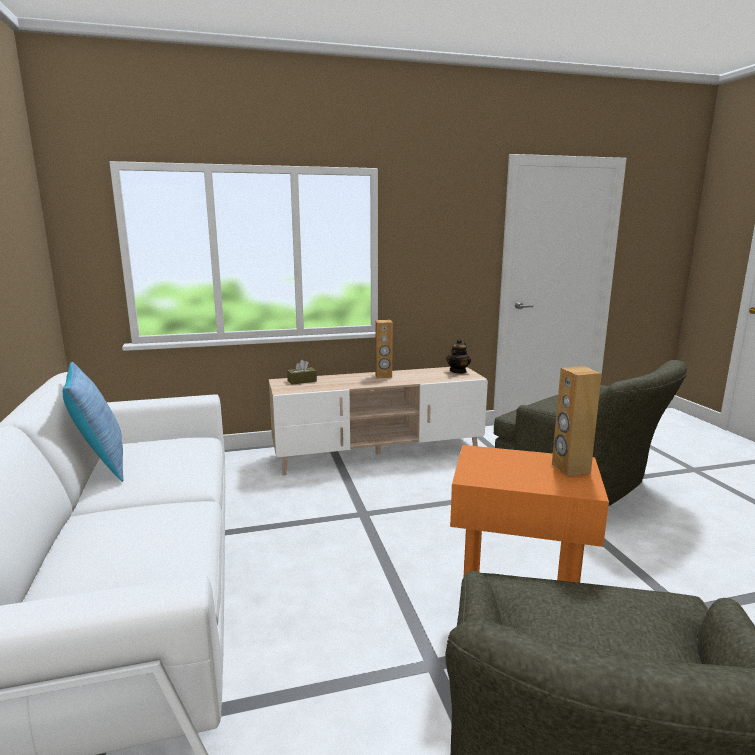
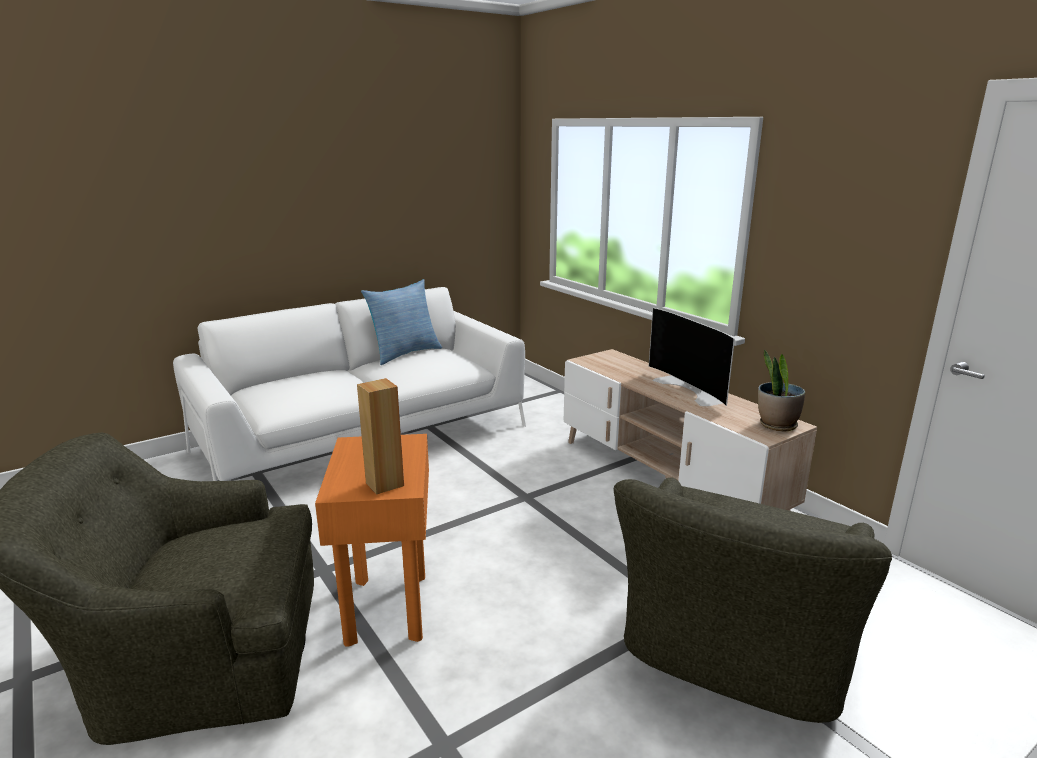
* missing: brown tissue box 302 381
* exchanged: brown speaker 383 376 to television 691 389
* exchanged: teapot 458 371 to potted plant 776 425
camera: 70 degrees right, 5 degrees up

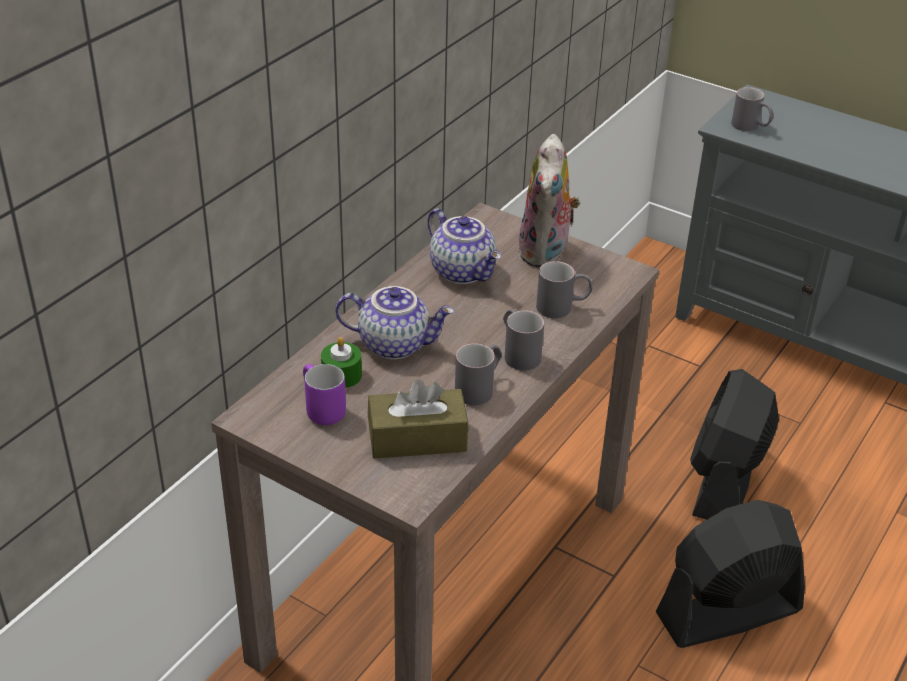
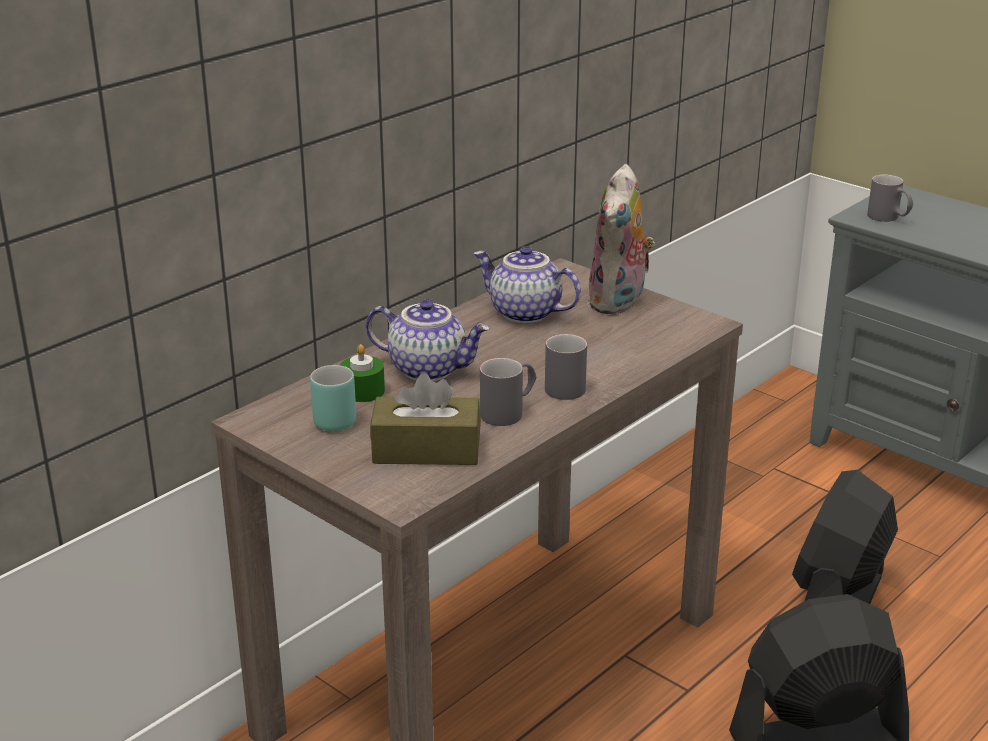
* missing: grey mug 563 307
* colour: purple mug 319 410 to turquoise mug 328 418
* spun: teapot 464 271 = 523 313 150 degrees clockwise
camera: 10 degrees right, 10 degrees down

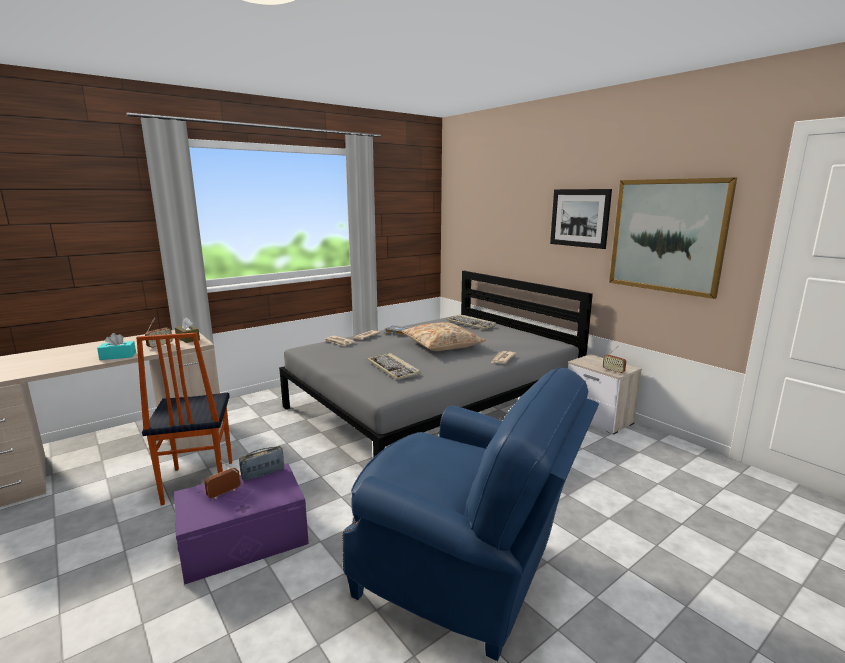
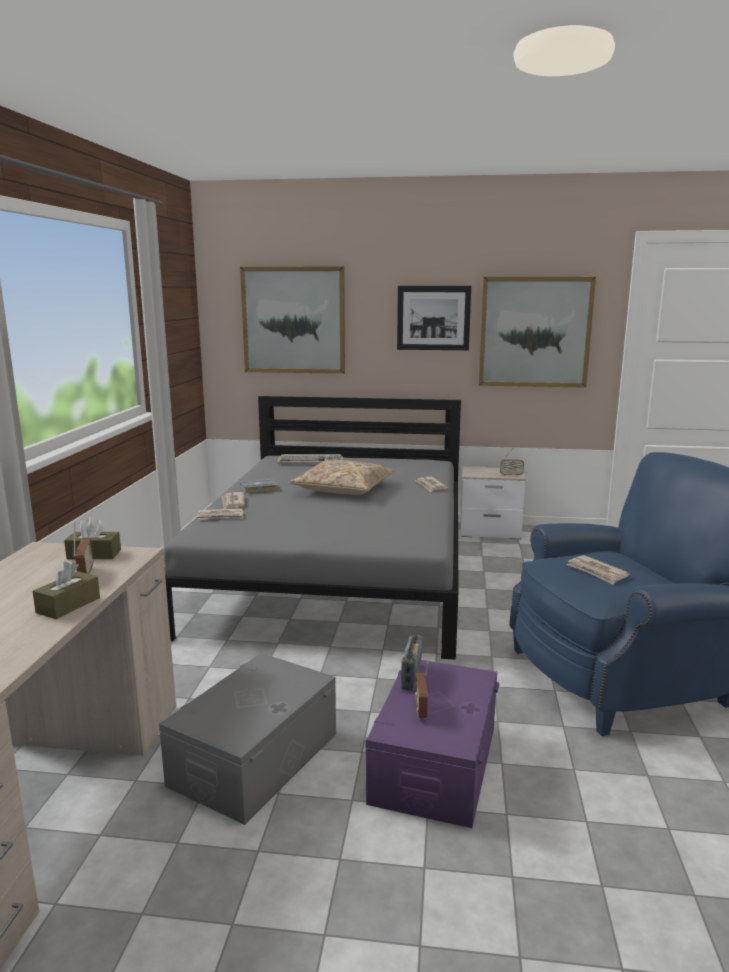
* missing: keyboard 393 368
* appeared: picture 293 320
* appeared: newspaper 597 572
* exchanged: chair 197 482 to grey storage box 255 759
* colour: turquoise tissue box 118 356 to brown tissue box 68 605
camera: 45 degrees left, 0 degrees up

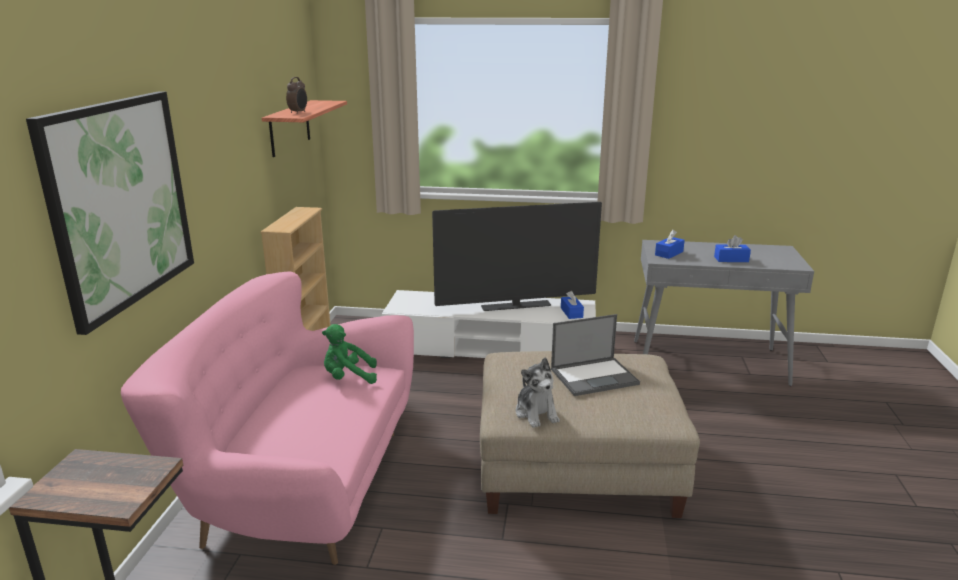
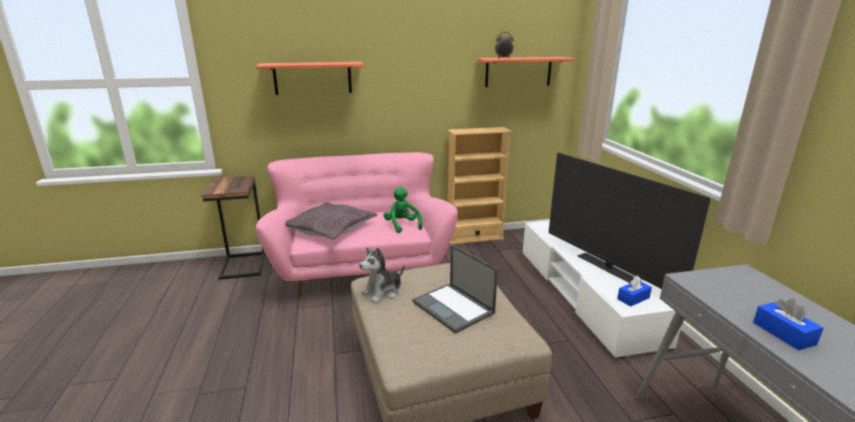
* missing: blue tissue box 669 253
* appeared: grey pillow 330 229
* exchanged: picture 120 203 to shelf 312 78
camera: 70 degrees right, 0 degrees up

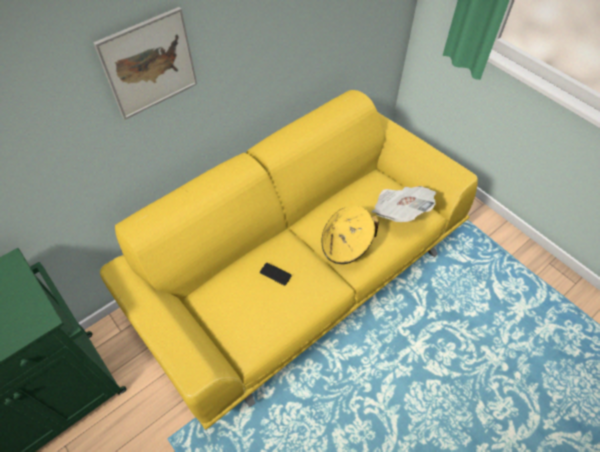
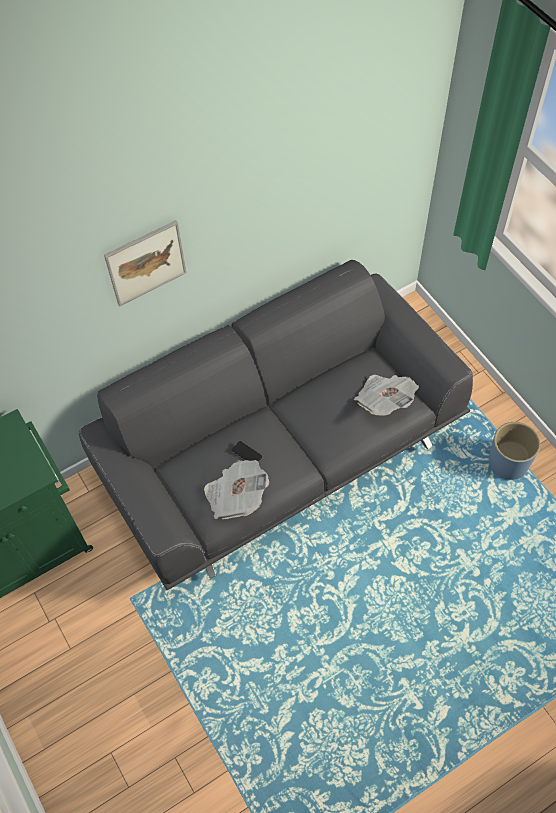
* missing: yellow hat 346 245
* appeared: newspaper 236 496
* appeared: blue planter 508 462
* colour: yellow sofa 300 273 to grey sofa 280 451
camera: 10 degrees right, 5 degrees up

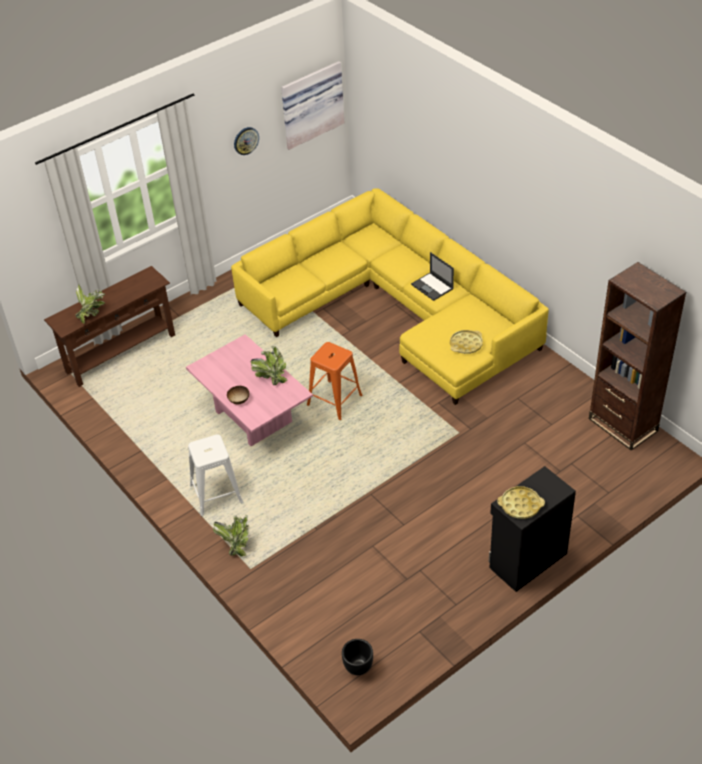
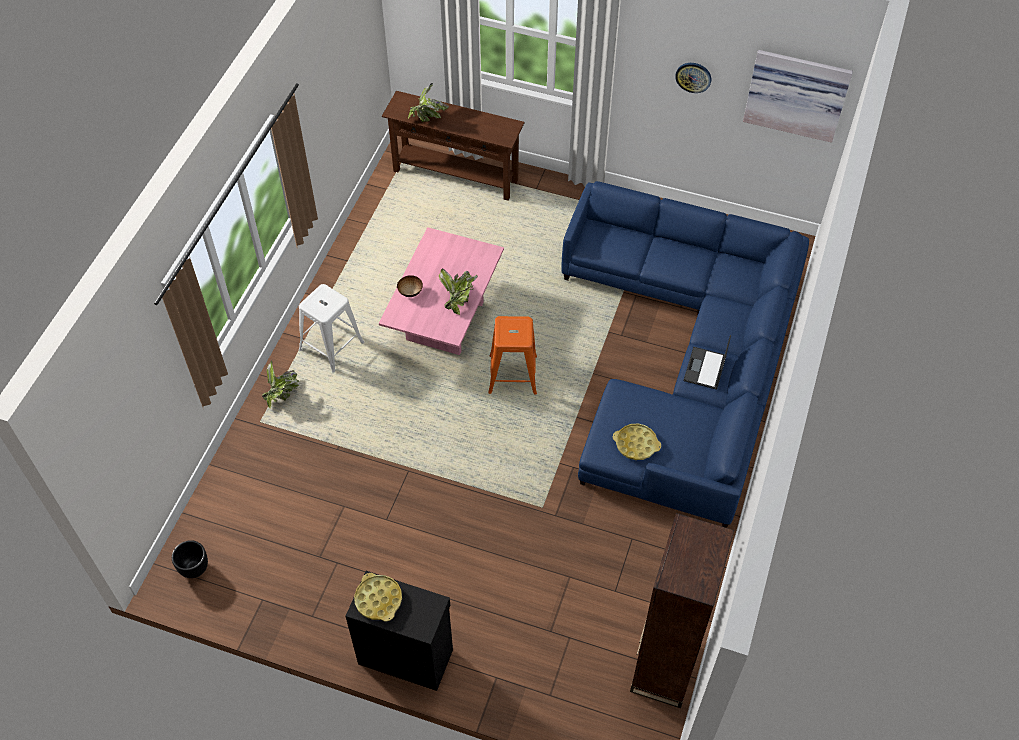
* colour: yellow sofa 397 308 to blue sofa 685 359
camera: 55 degrees right, 10 degrees up

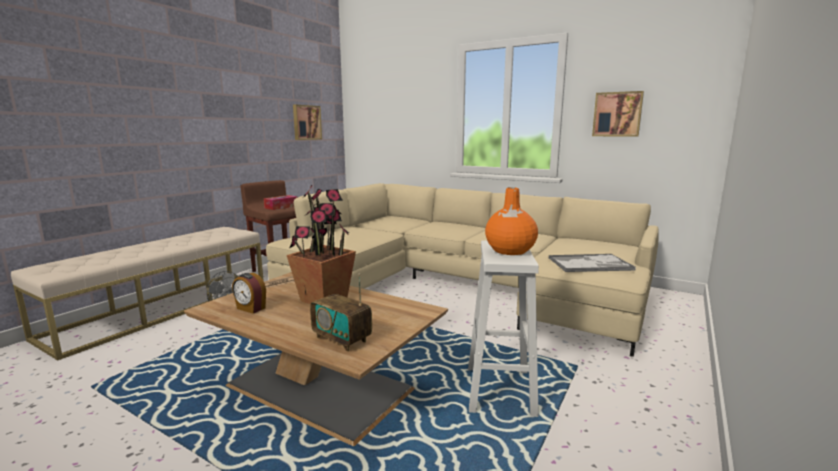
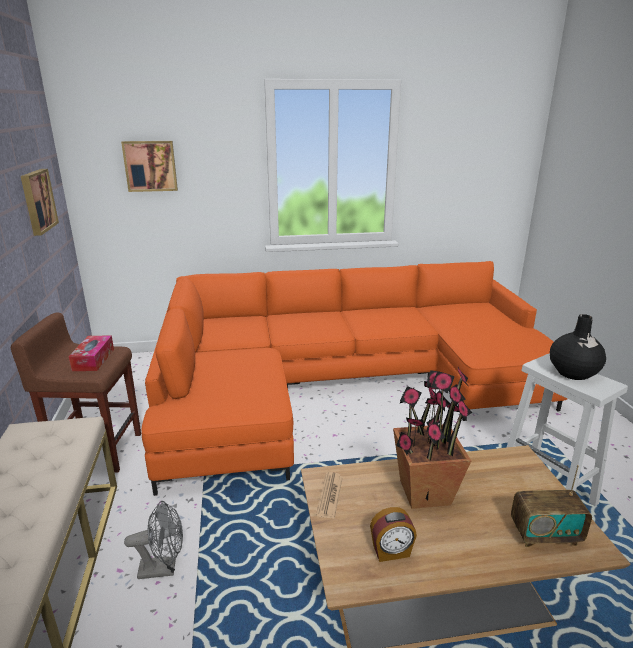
* missing: tray 590 264
* relocated: picture 617 114 to 150 166
* colour: beige sofa 458 285 to orange sofa 341 386
* colour: orange vase 509 251 to black vase 573 373
camera: 40 degrees left, 10 degrees up

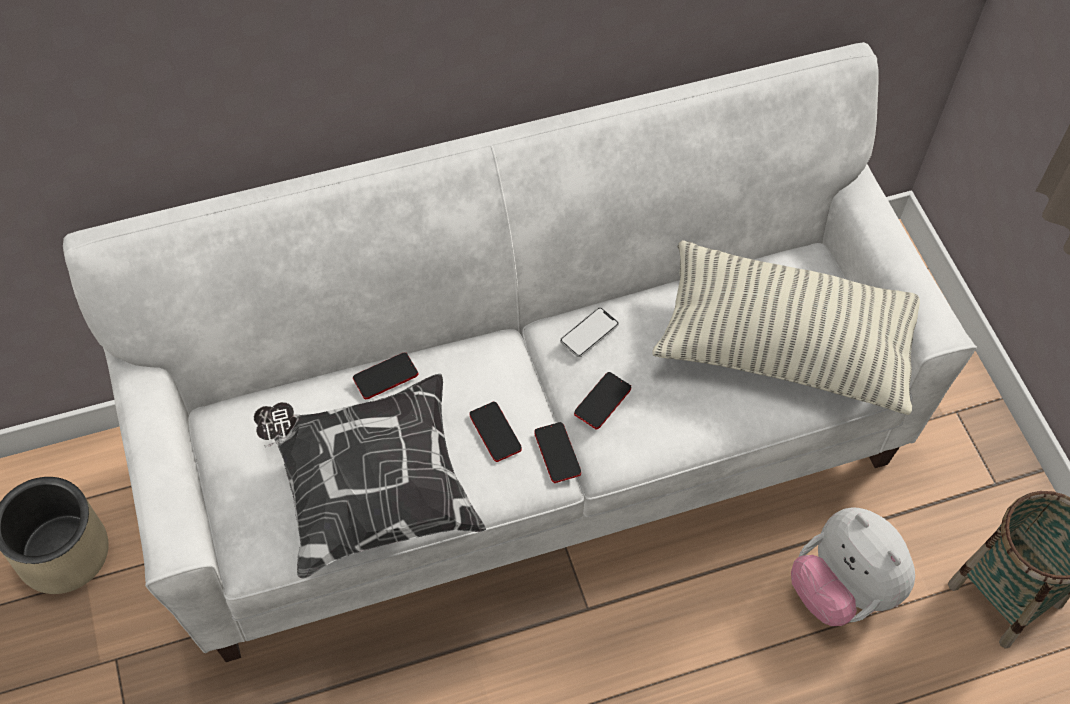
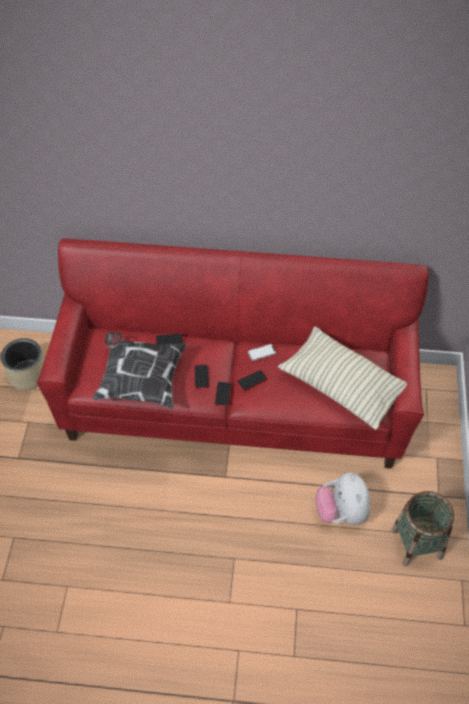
* colour: white sofa 530 450 to red sofa 234 404
camera: 25 degrees right, 5 degrees down

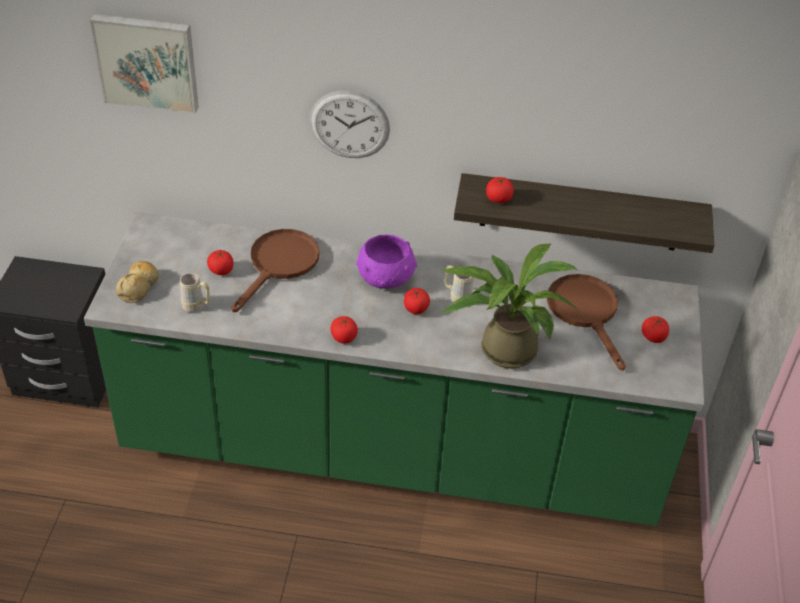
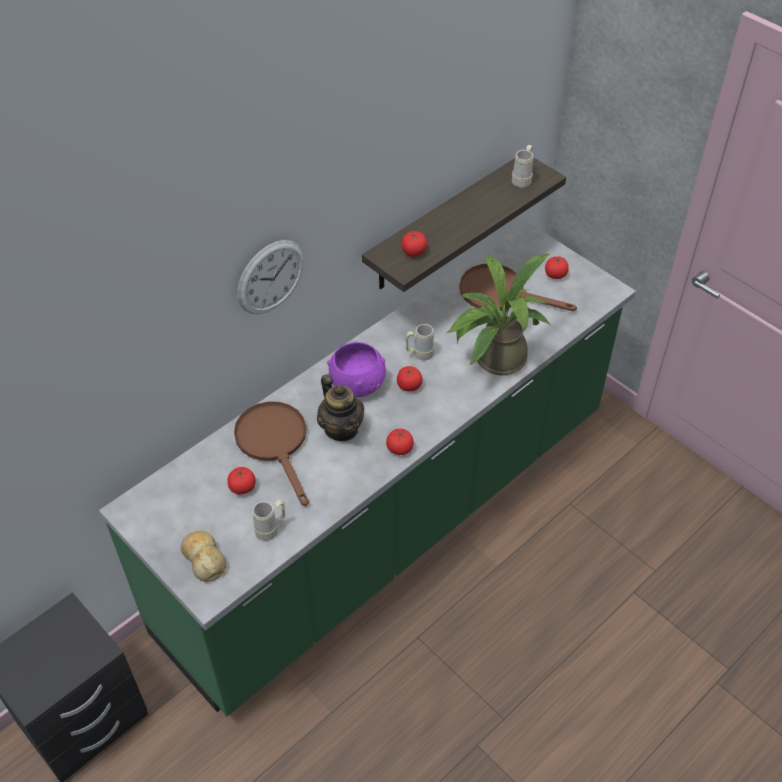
* missing: picture 147 61
* appeared: teapot 341 429
* appeared: beige mug 523 179
camera: 50 degrees left, 5 degrees up

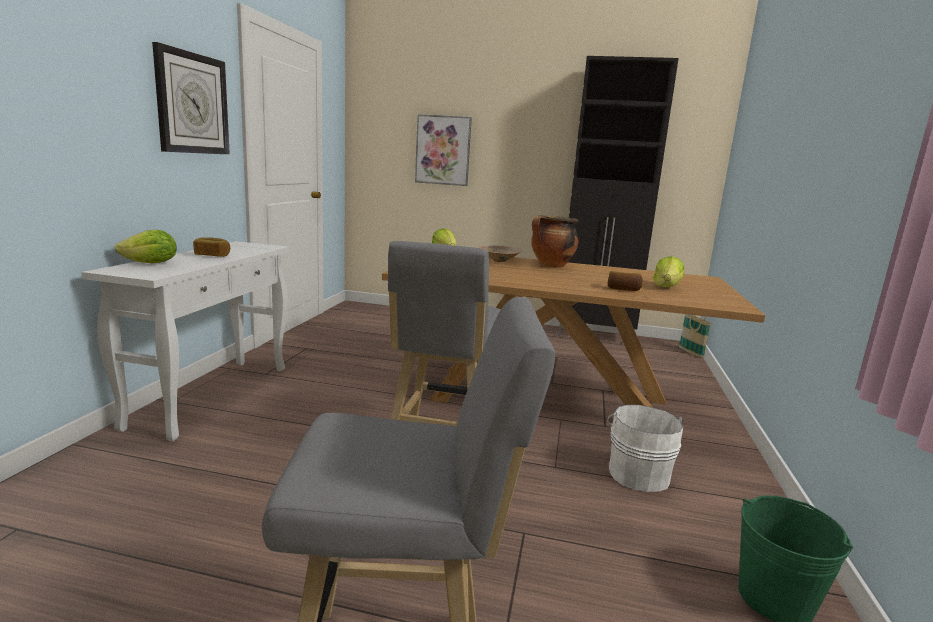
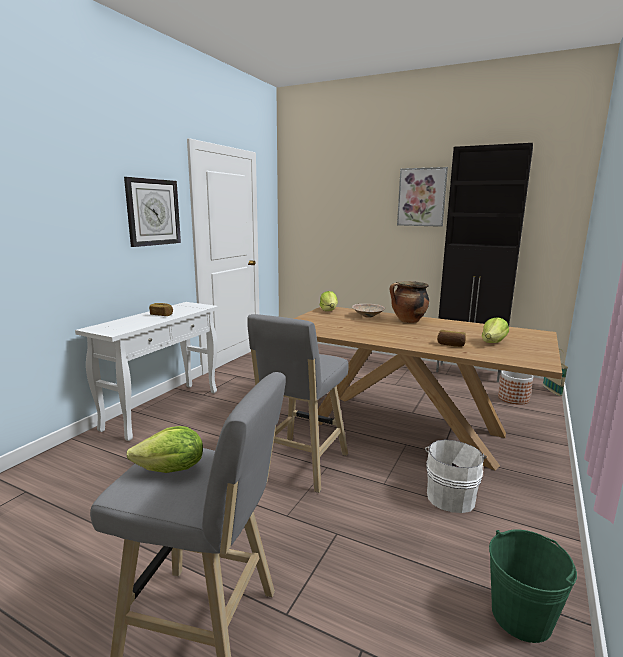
* appeared: planter 513 398
* relocated: lettuce 151 263 to 171 470
* relocated: picture 443 150 to 421 197
camera: 15 degrees right, 0 degrees up

